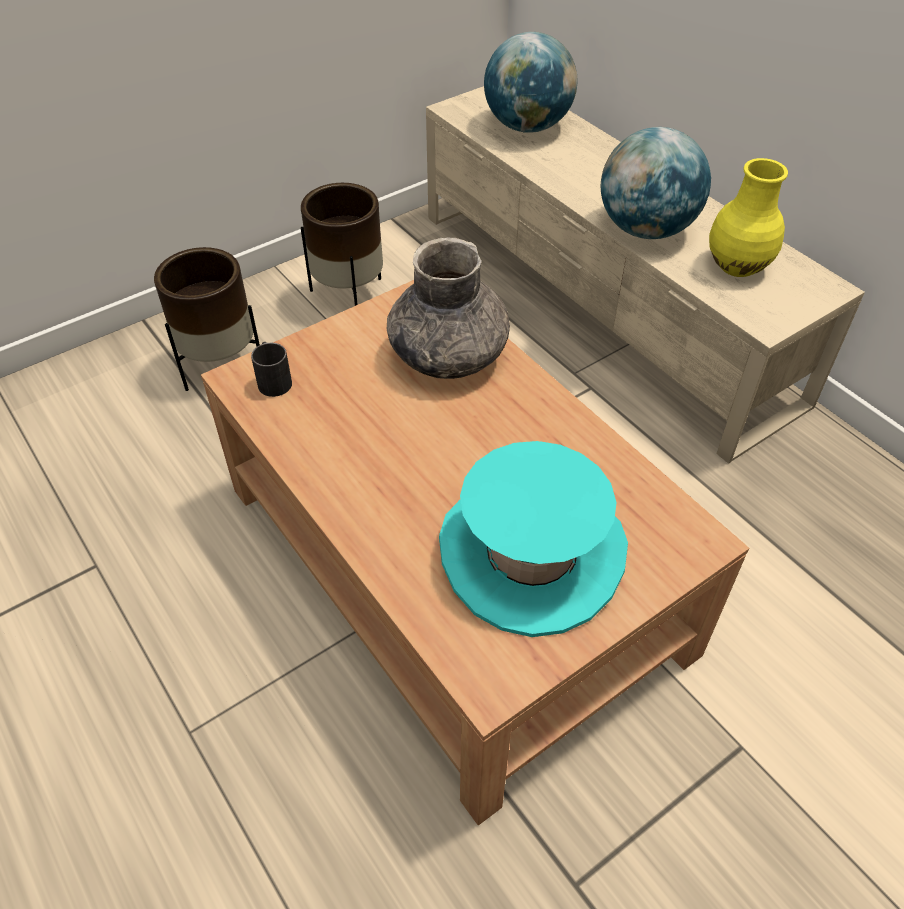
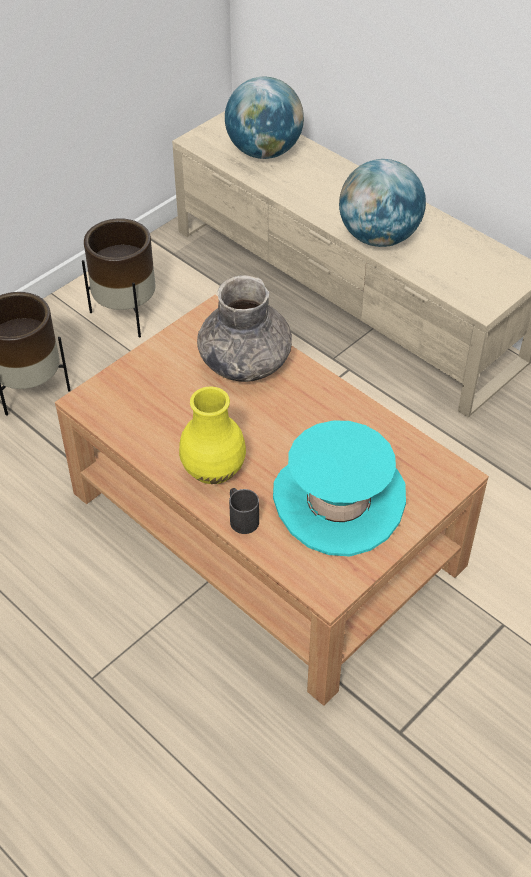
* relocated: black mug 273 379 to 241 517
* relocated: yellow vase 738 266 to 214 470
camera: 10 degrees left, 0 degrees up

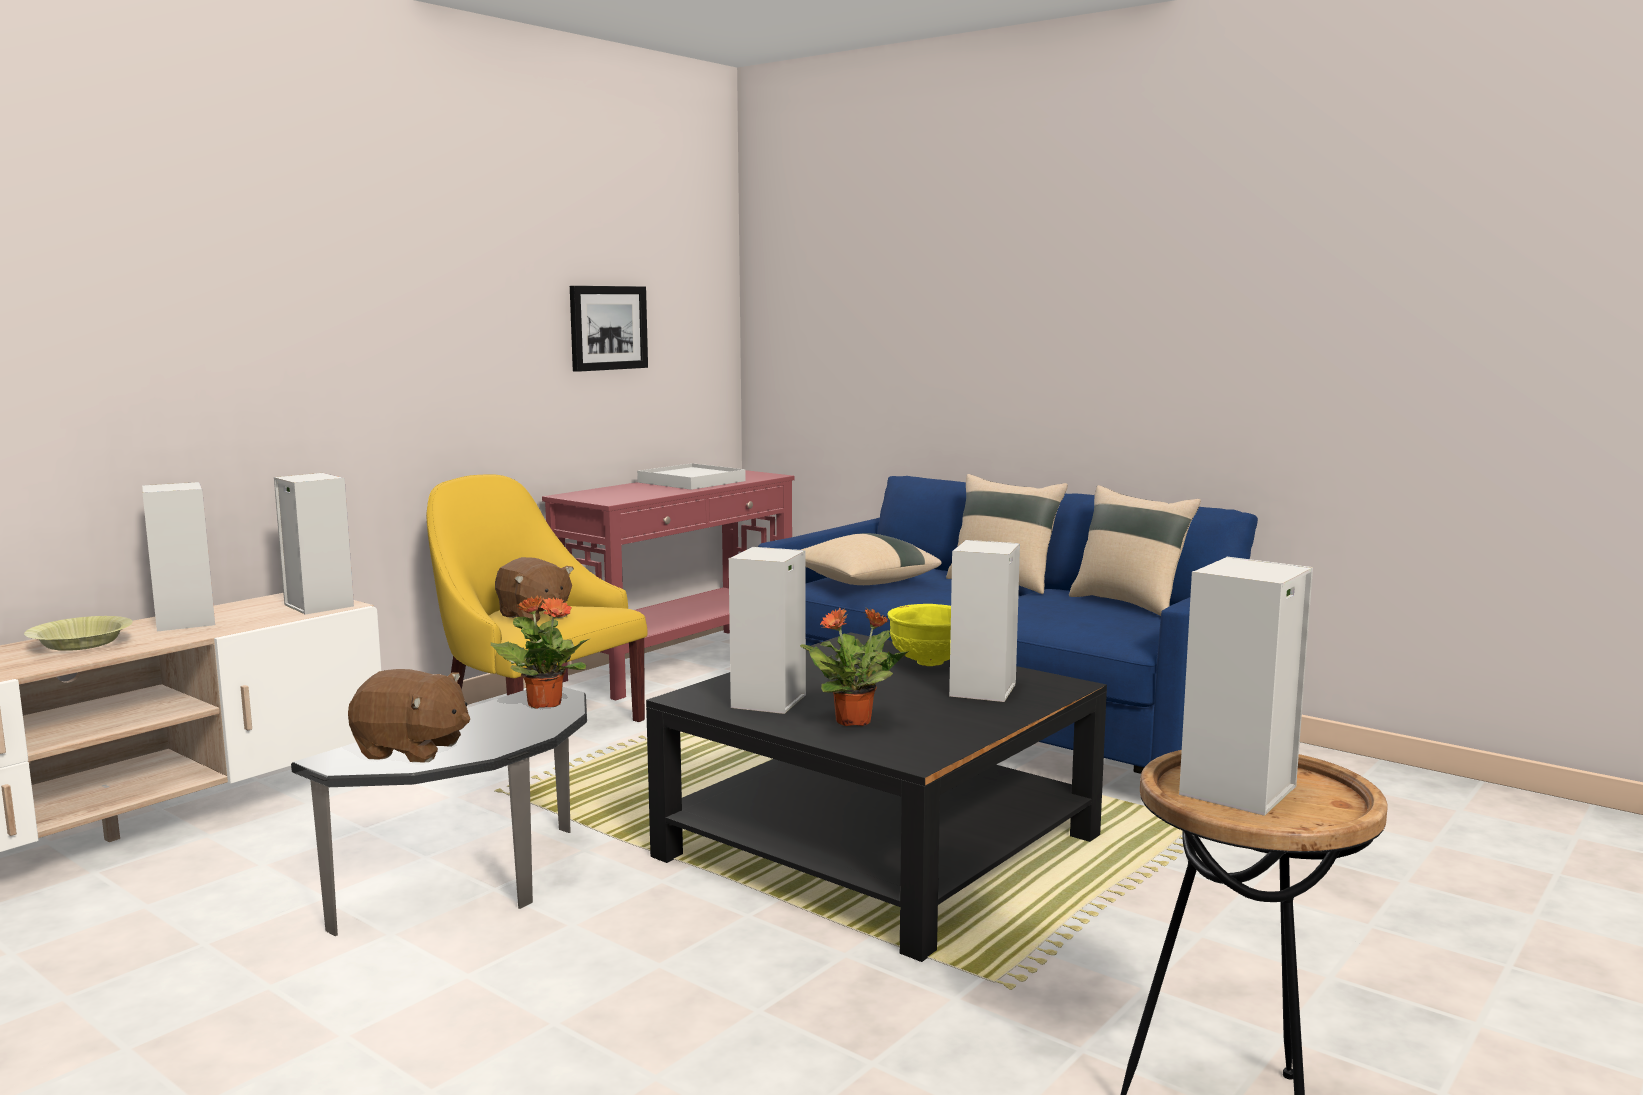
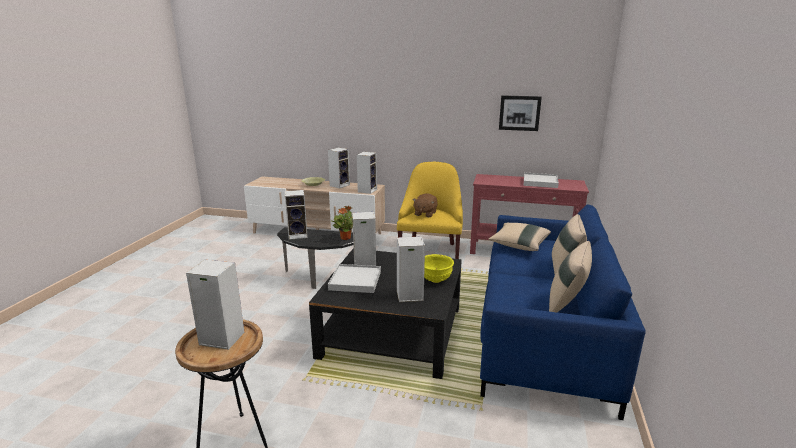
* exchanged: brown plush toy 411 750 to speaker 298 235
* exchanged: potted plant 855 721 to white tray 355 281
camera: 65 degrees right, 10 degrees up

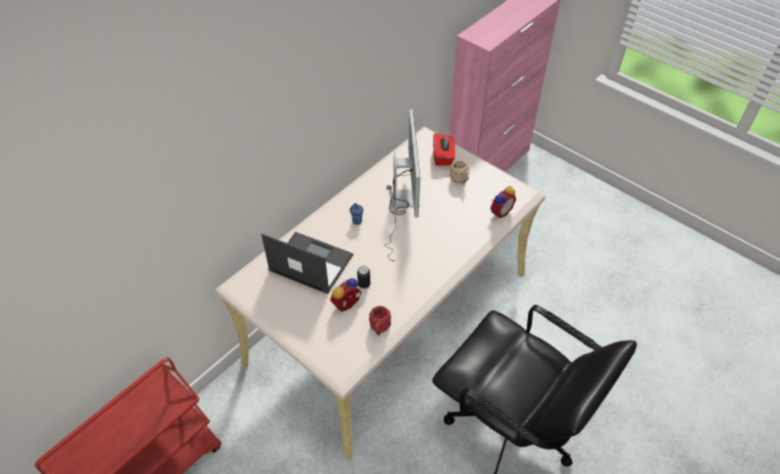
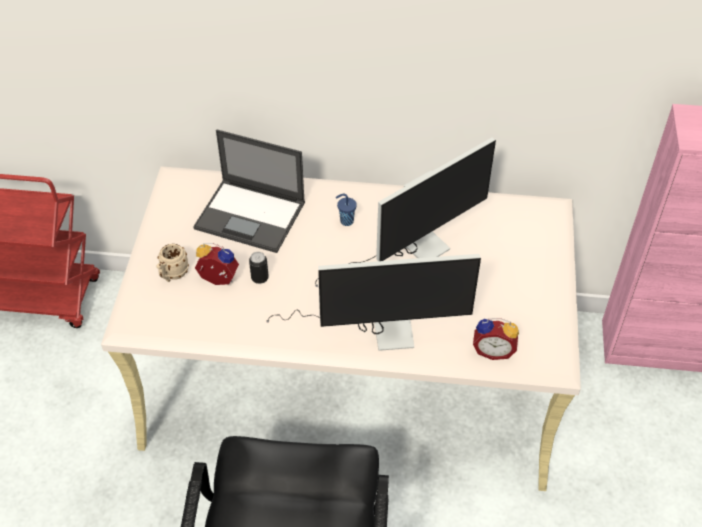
* missing: red mug 379 329
* missing: red tissue box 443 157
* appeared: monitor 377 329
* relocated: beige mug 460 181 to 173 275
* spun: laptop 310 262 = 251 216 120 degrees clockwise
camera: 55 degrees right, 0 degrees up

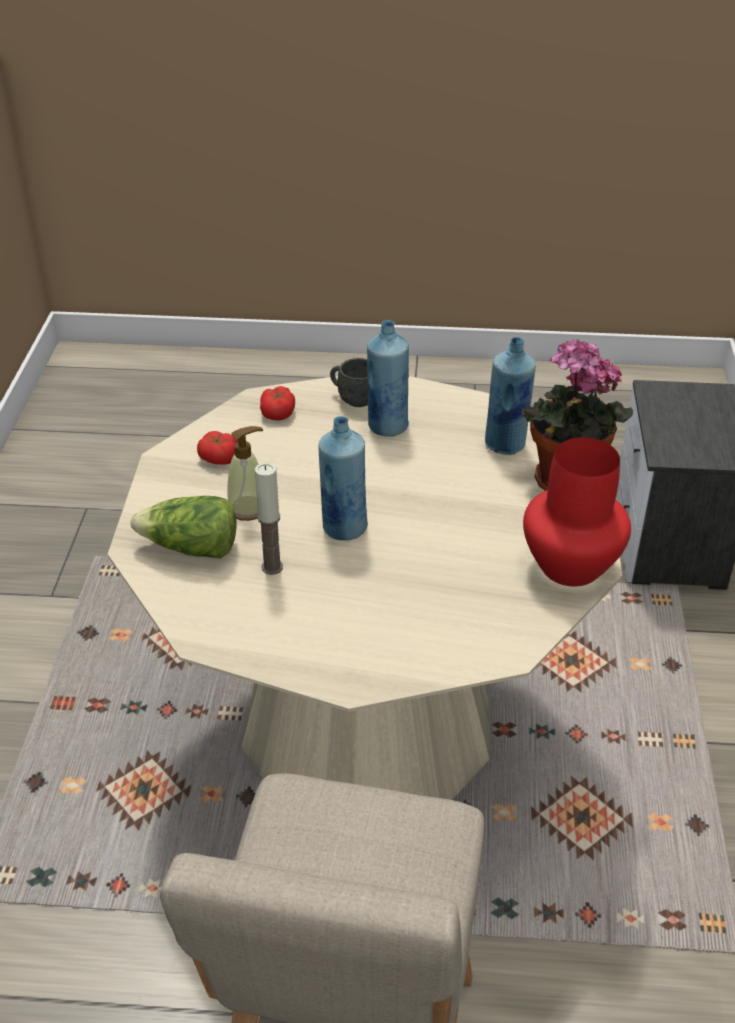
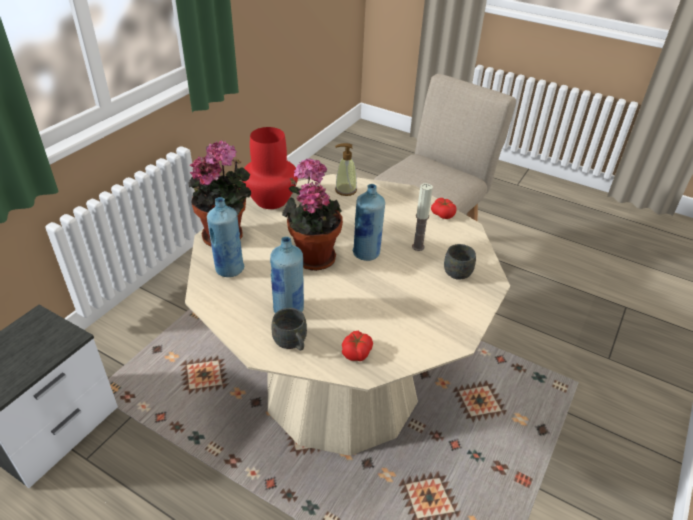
* appeared: potted plant 312 256
* relocated: tomato 219 458 to 443 214
* relocated: soap dispenser 248 508 to 345 190
* exchanged: lettuce 191 548 to grey mug 459 271
camera: 155 degrees left, 0 degrees up

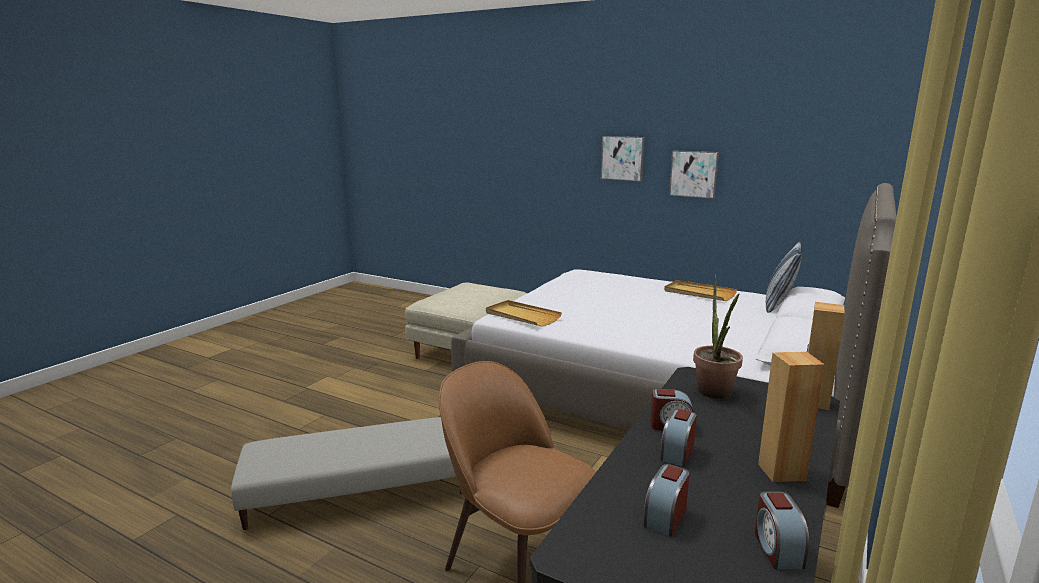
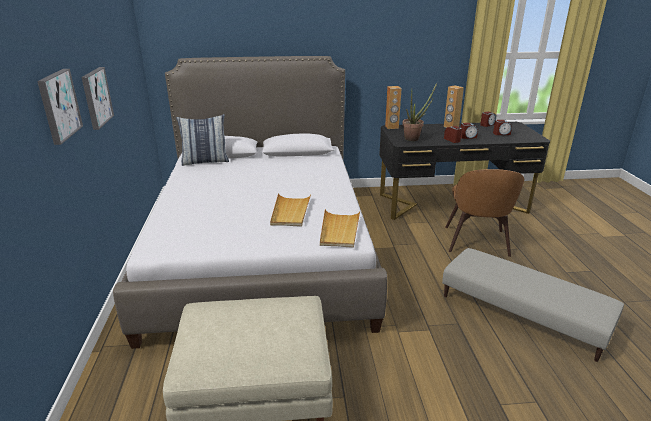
* relocated: beige tray 699 293 to 290 212
camera: 125 degrees left, 10 degrees up

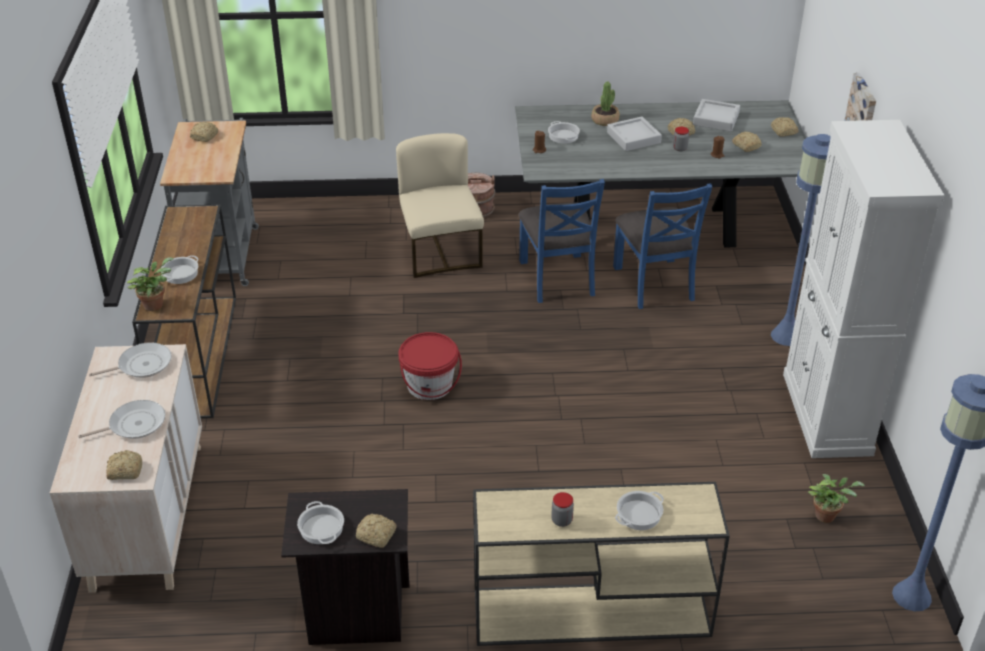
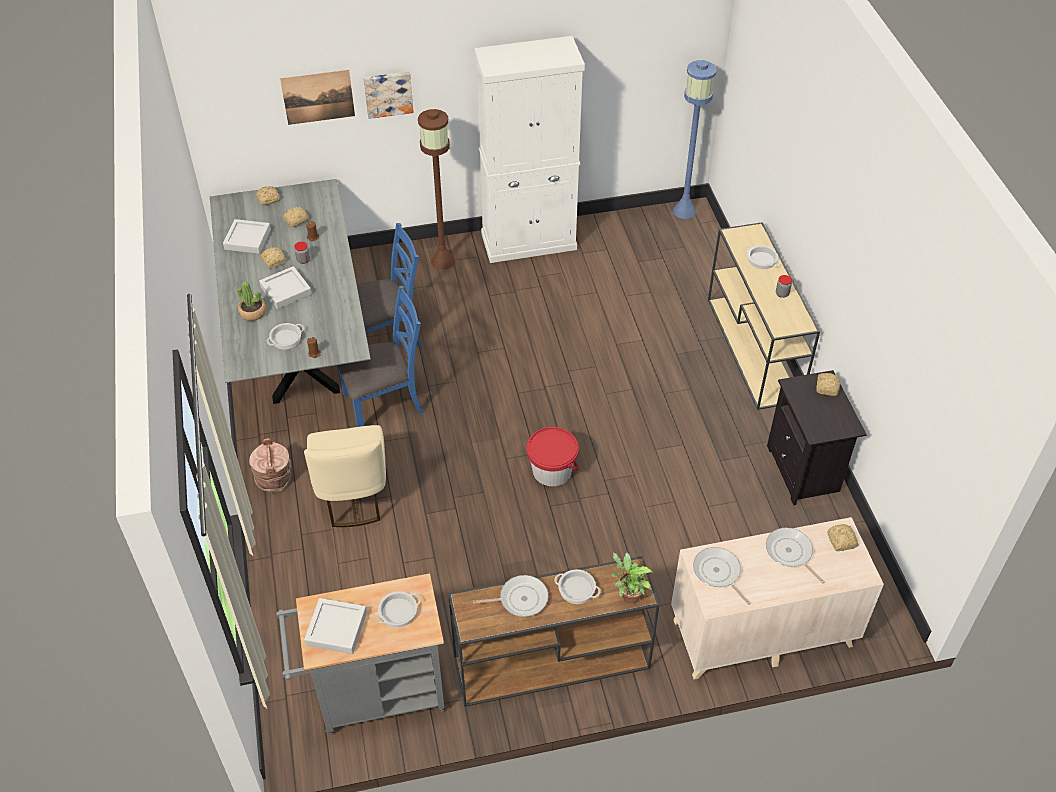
* missing: potted plant 827 515
* appeared: picture 318 97
* appeared: frying pan 520 599
* relocated: cooking pot 321 528 to 398 612
* exchanged: bread 205 136 to grey tray 336 628
* colour: blue floor lamp 785 336 to brown floor lamp 443 261
* spun: beige chair 440 252 = 353 496 75 degrees counterclockwise
camera: 100 degrees left, 10 degrees up

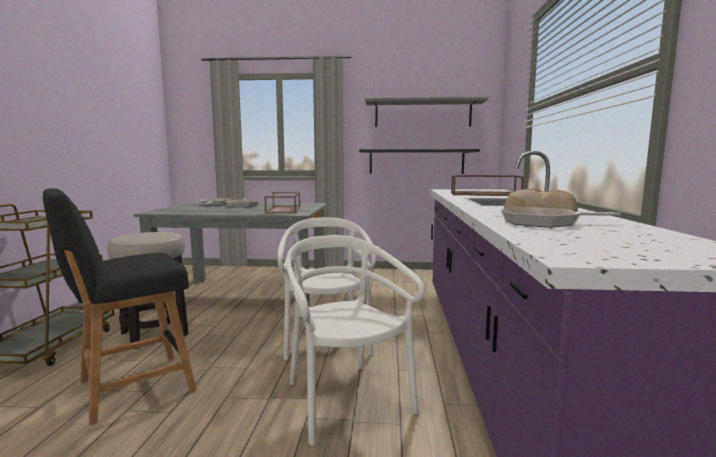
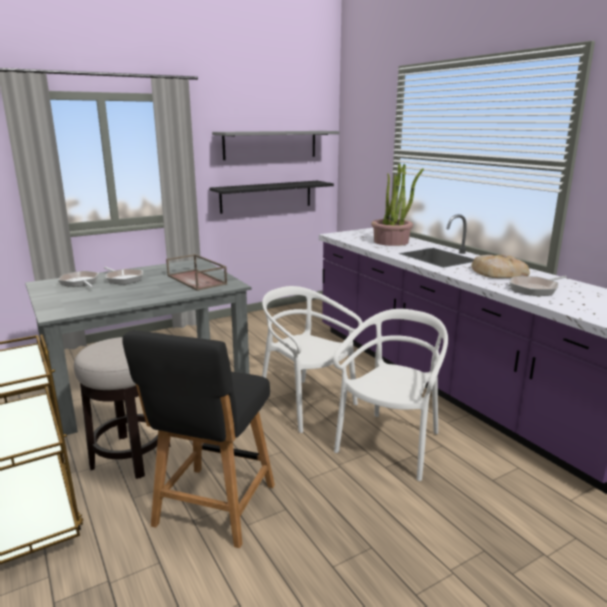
* exchanged: brown tray 485 194 to potted plant 391 242
* spun: white chair 346 400 = 391 445 90 degrees clockwise
camera: 35 degrees left, 10 degrees up

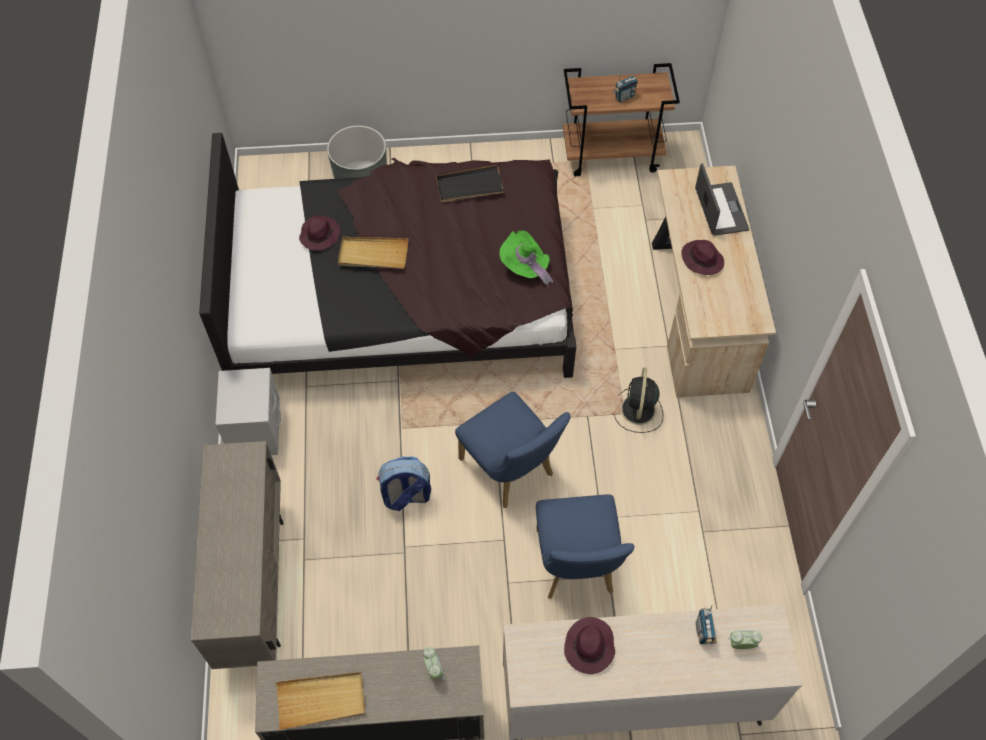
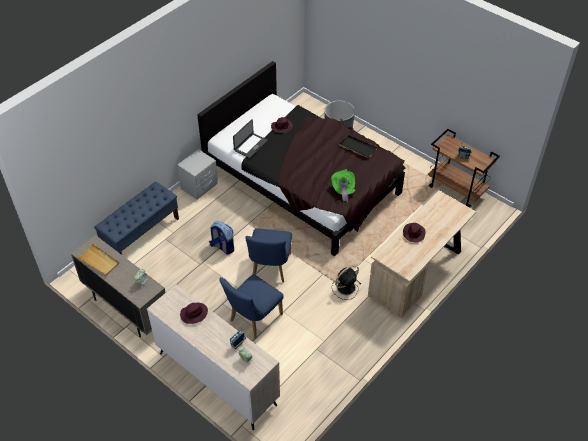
* missing: beige tray 373 254
* relocated: laptop 720 209 to 250 145
* exchanged: beige cabinet 255 584 to blue bench 141 233
camera: 45 degrees right, 10 degrees down

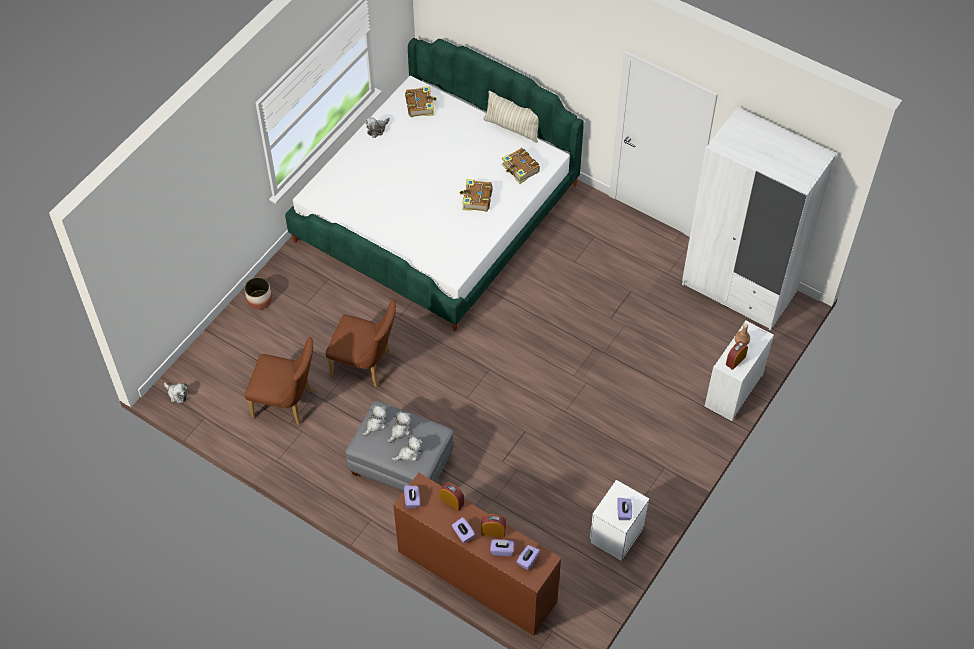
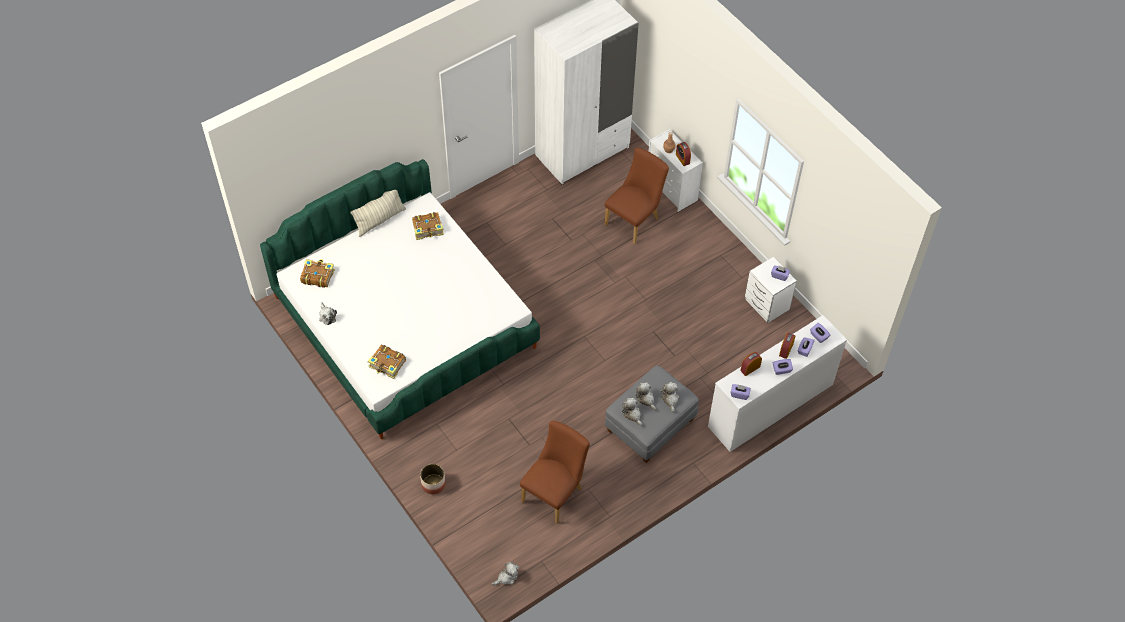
* relocated: brown chair 366 365 to 634 219
* relocated: book 476 199 to 387 364
* colour: brown dresser 476 576 to white dresser 770 406
camera: 70 degrees left, 0 degrees up

